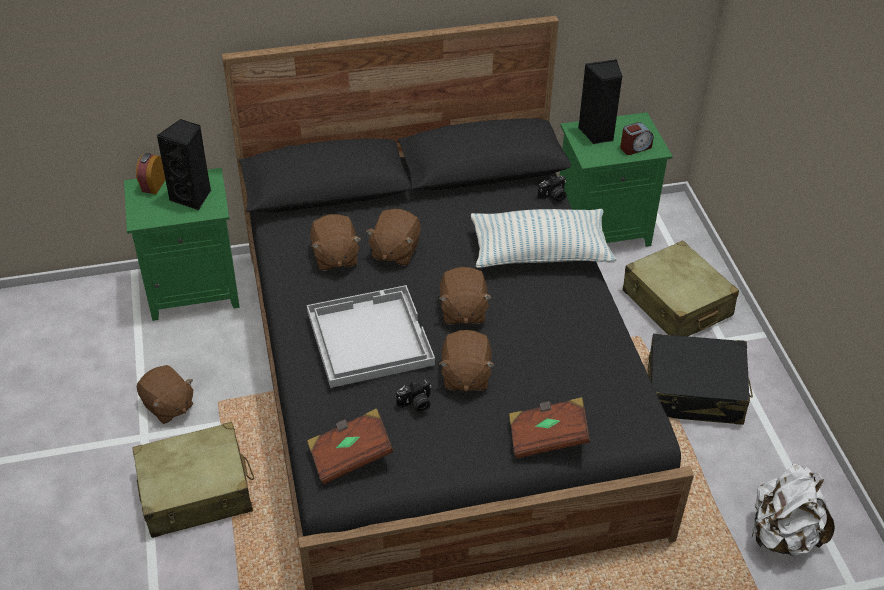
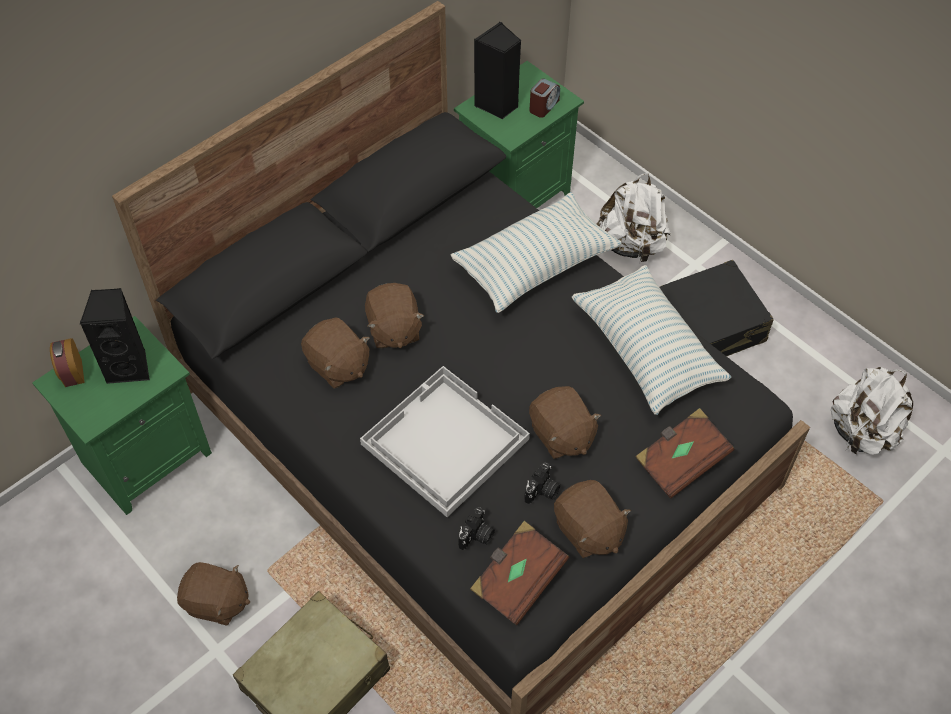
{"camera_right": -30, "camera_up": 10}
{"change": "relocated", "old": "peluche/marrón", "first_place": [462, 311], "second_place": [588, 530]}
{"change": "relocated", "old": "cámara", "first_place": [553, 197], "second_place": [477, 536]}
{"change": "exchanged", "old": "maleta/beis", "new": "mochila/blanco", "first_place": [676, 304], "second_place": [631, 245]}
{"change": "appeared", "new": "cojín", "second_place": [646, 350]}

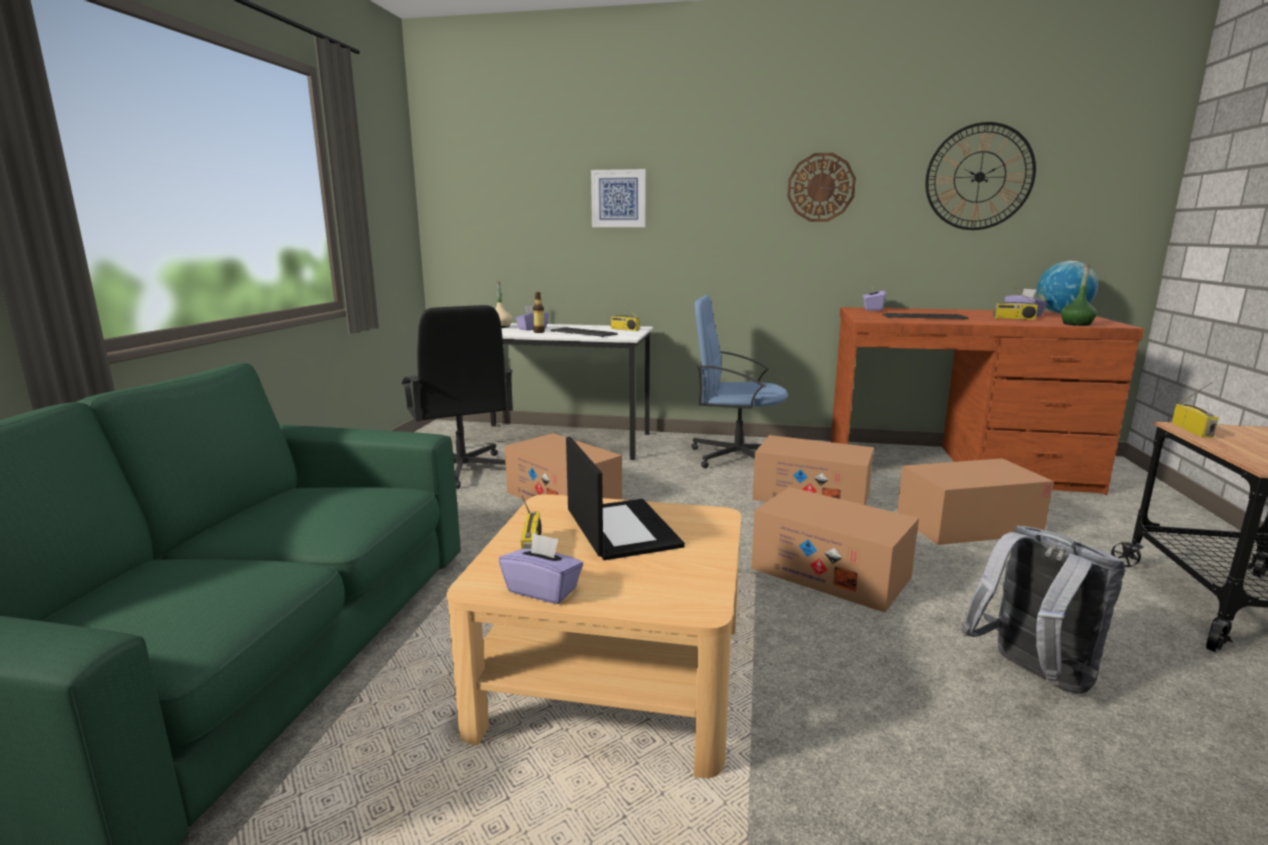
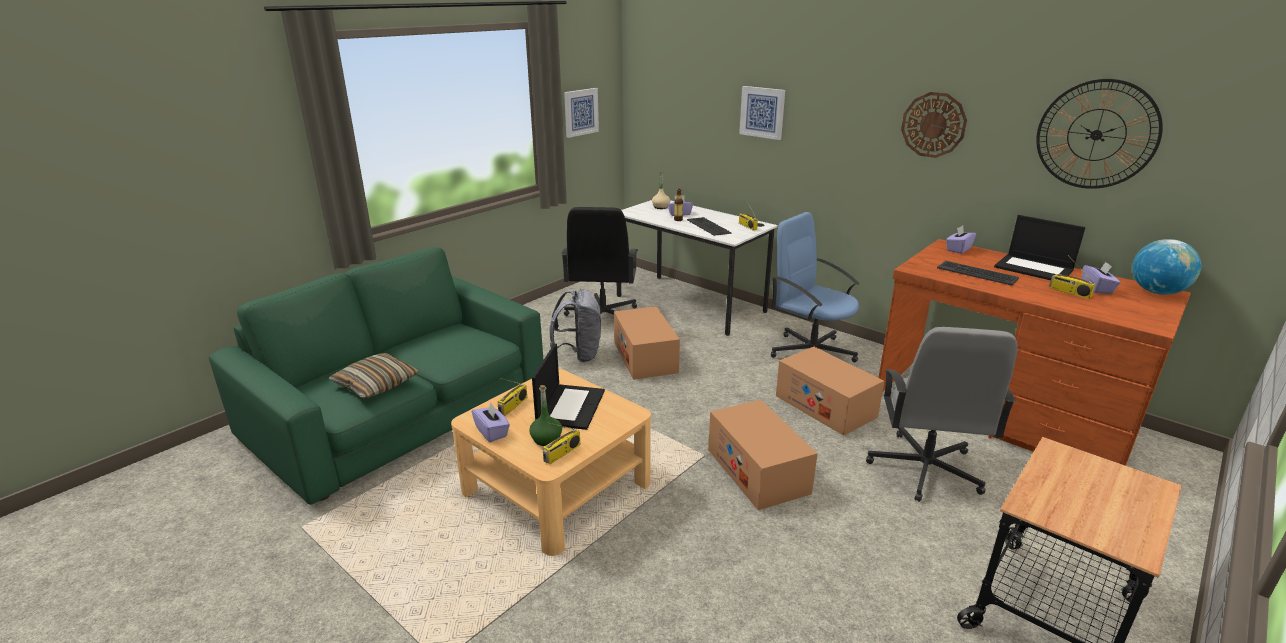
{"camera_right": 30, "camera_up": 10}
{"change": "exchanged", "old": "caja de cartón", "new": "silla de oficina/gris", "first_place": [968, 525], "second_place": [924, 469]}
{"change": "relocated", "old": "mochila/gris", "first_place": [1031, 676], "second_place": [579, 354]}
{"change": "relocated", "old": "botella/verde", "first_place": [1076, 324], "second_place": [546, 439]}
{"change": "relocated", "old": "radio", "first_place": [1193, 430], "second_place": [562, 453]}
{"change": "appeared", "new": "cojín", "second_place": [376, 384]}
{"change": "appeared", "new": "cuadro", "second_place": [581, 112]}
{"change": "appeared", "new": "portátil", "second_place": [1034, 268]}

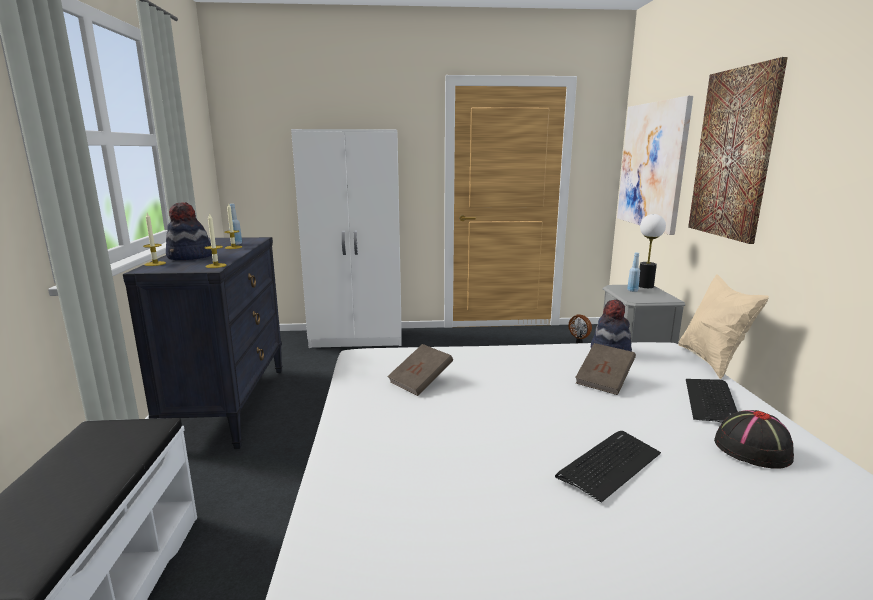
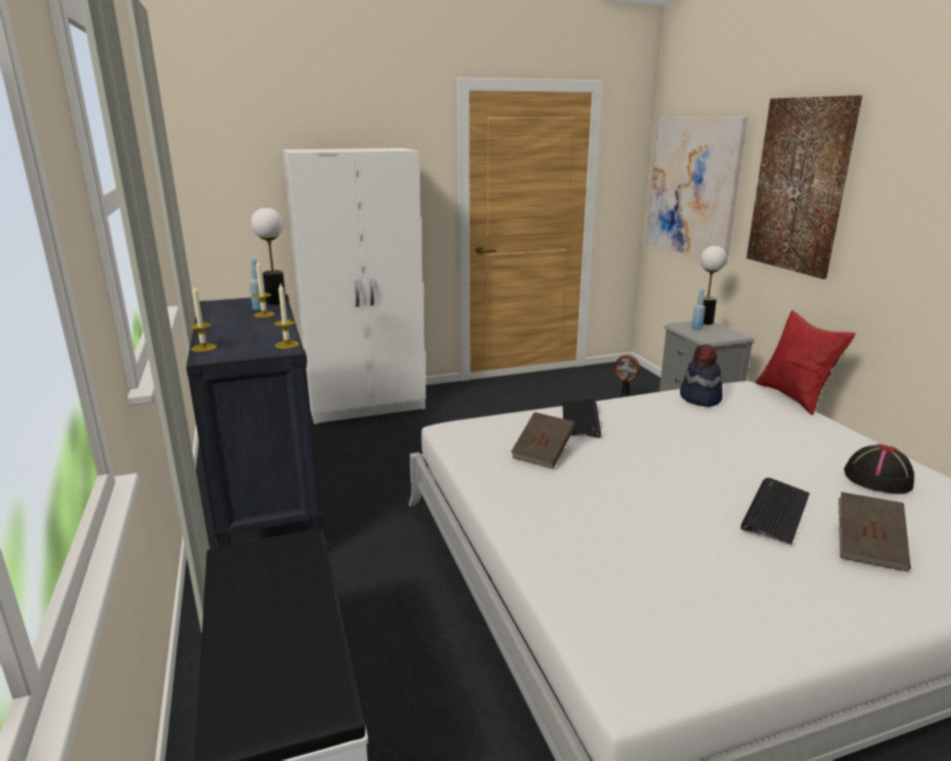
{"camera_right": -15, "camera_up": 5}
{"change": "missing", "old": "sombrero", "first_place": [190, 257]}
{"change": "relocated", "old": "libro/marrón", "first_place": [604, 381], "second_place": [868, 547]}
{"change": "colour", "old": "cojín/beis", "new": "cojín/rojo", "first_place": [712, 361], "second_place": [794, 397]}
{"change": "relocated", "old": "teclado", "first_place": [711, 402], "second_place": [581, 419]}
{"change": "appeared", "new": "lámpara de mesa", "second_place": [276, 302]}

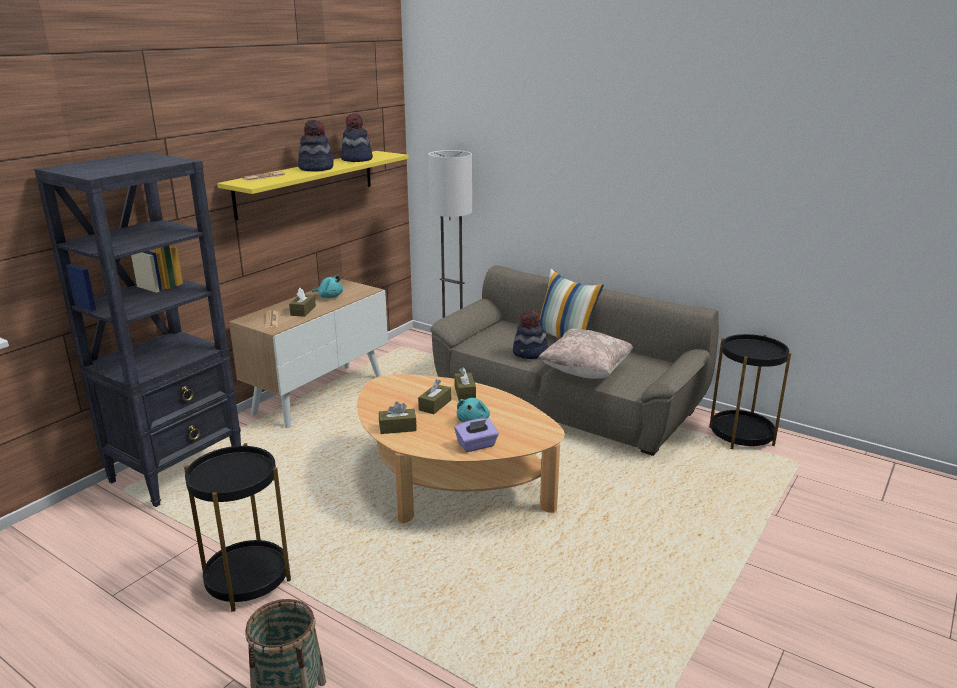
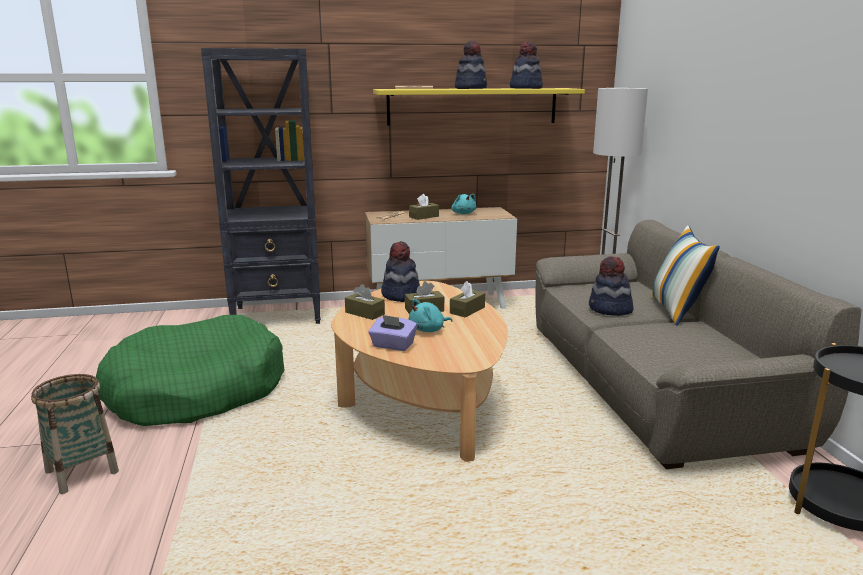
{"camera_right": 45, "camera_up": -5}
{"change": "exchanged", "old": "mesa auxiliar/negro", "new": "cama para perro/verde", "first_place": [247, 580], "second_place": [196, 390]}
{"change": "missing", "old": "cojín/beis", "first_place": [585, 371]}
{"change": "appeared", "new": "sombrero", "second_place": [400, 295]}

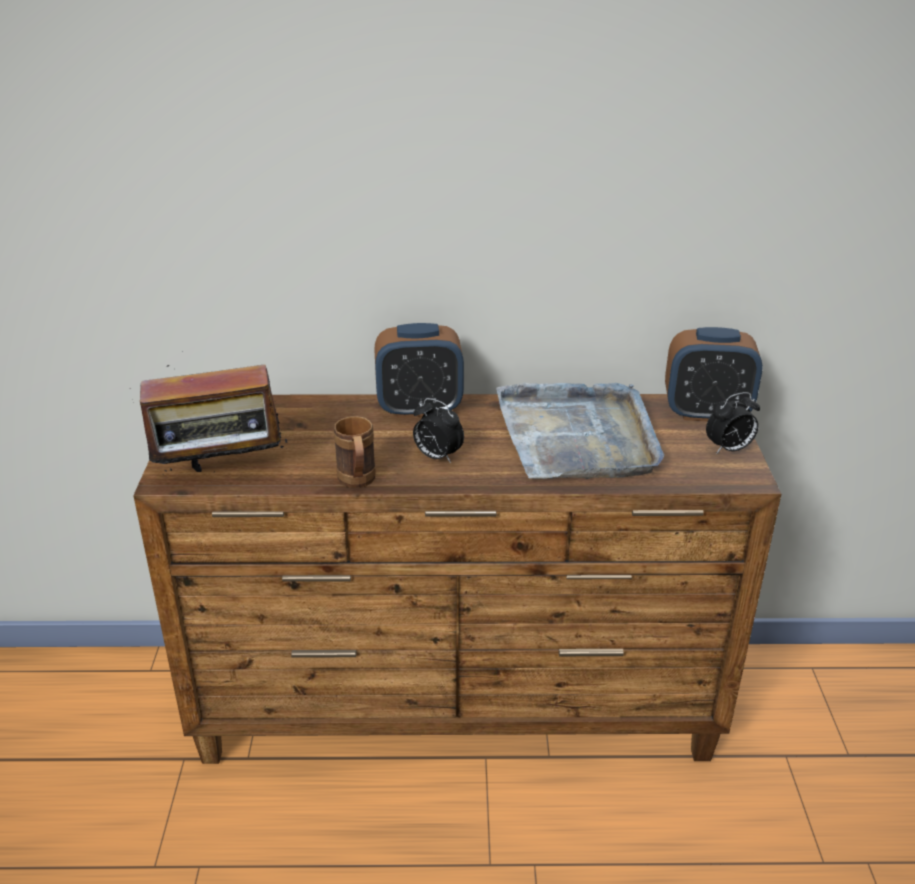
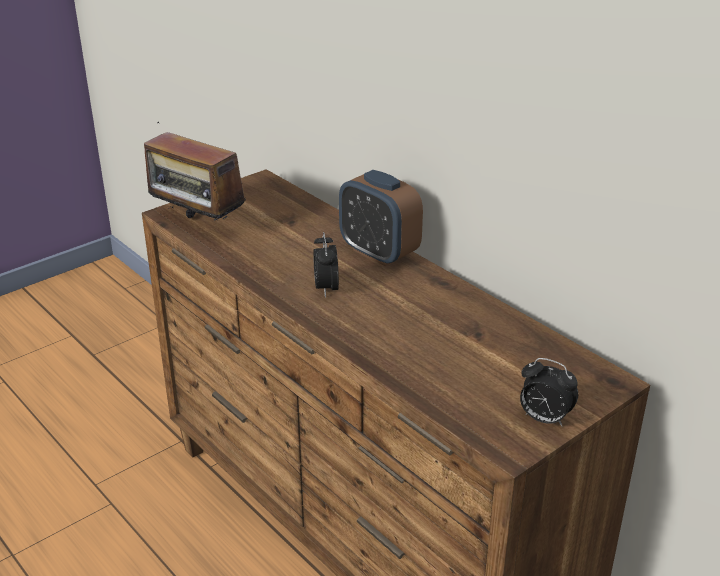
{"camera_right": 50, "camera_up": 0}
{"change": "missing", "old": "taza grande/marrón", "first_place": [357, 483]}
{"change": "missing", "old": "bandeja/gris", "first_place": [578, 436]}
{"change": "missing", "old": "despertador", "first_place": [706, 413]}

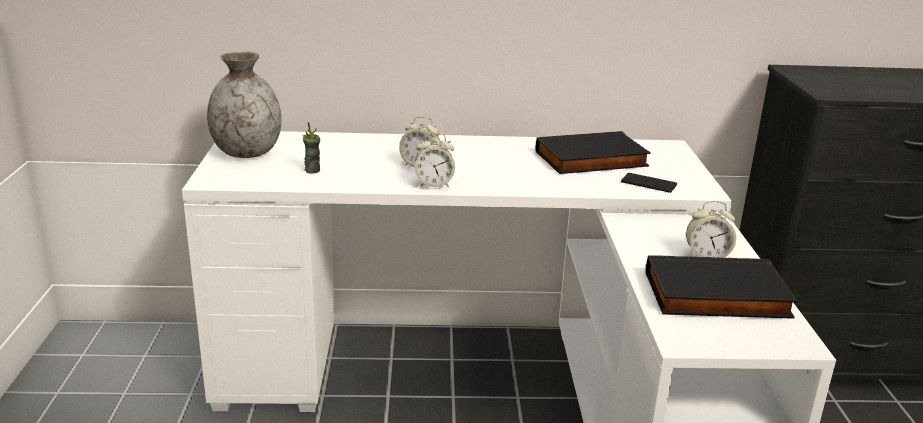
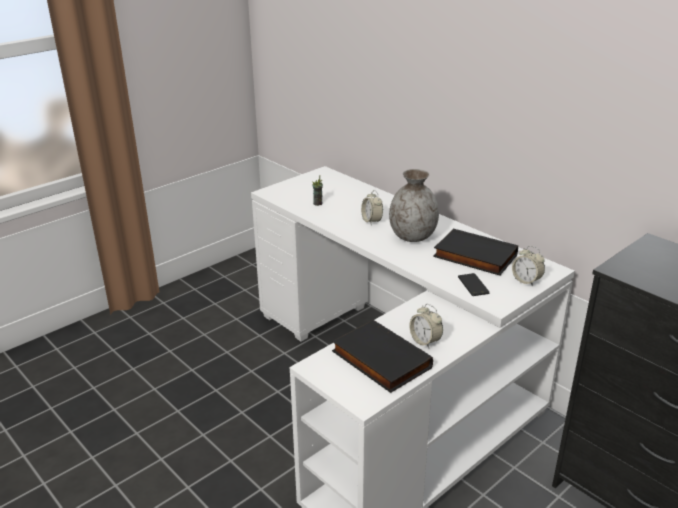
{"camera_right": 50, "camera_up": 5}
{"change": "relocated", "old": "florero/gris", "first_place": [246, 152], "second_place": [412, 236]}
{"change": "relocated", "old": "despertador", "first_place": [434, 184], "second_place": [526, 281]}

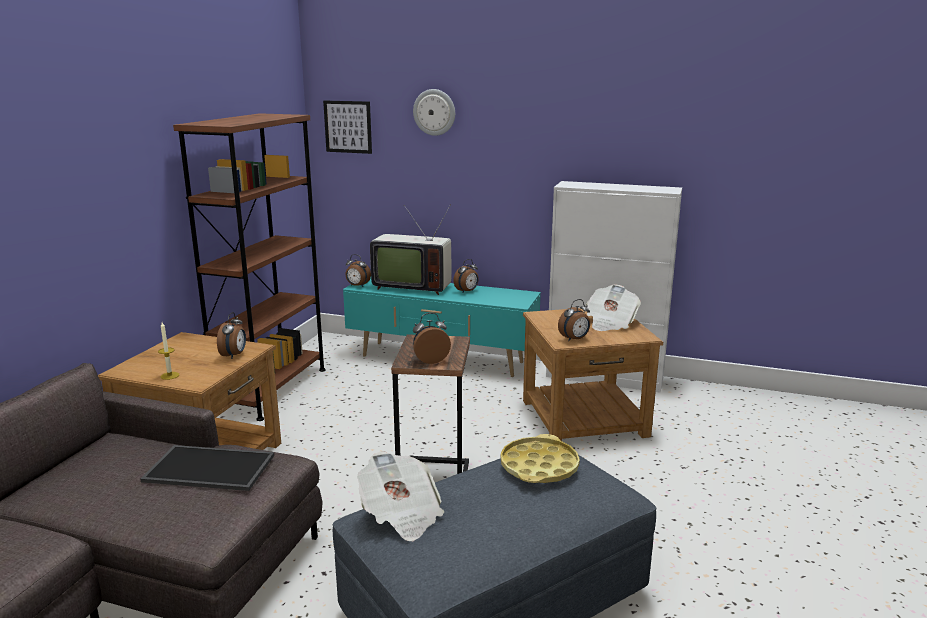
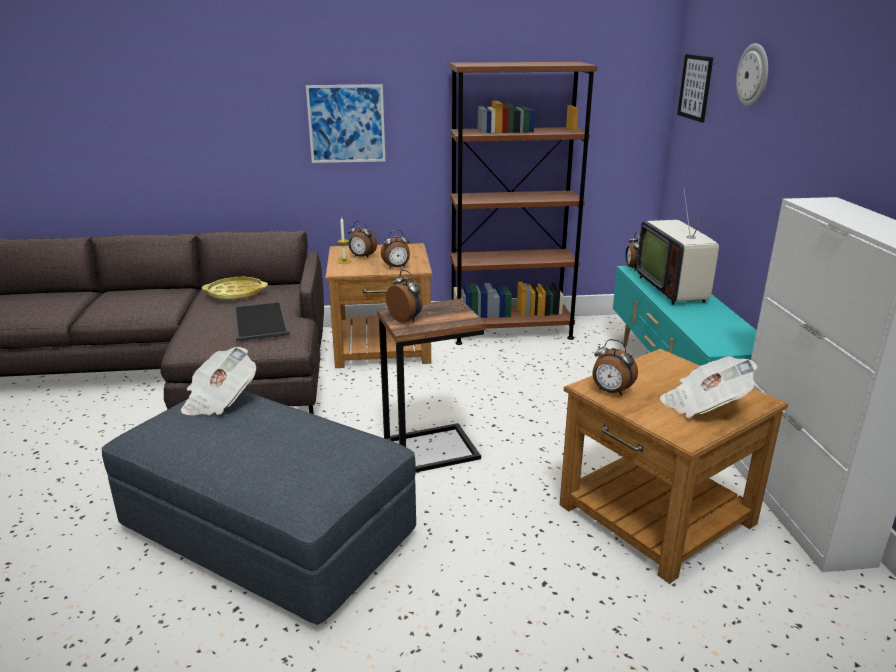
{"camera_right": 65, "camera_up": 5}
{"change": "relocated", "old": "despertador", "first_place": [467, 291], "second_place": [362, 257]}
{"change": "relocated", "old": "bandeja/amarillo", "first_place": [539, 466], "second_place": [235, 293]}
{"change": "appeared", "new": "cuadro", "second_place": [346, 124]}

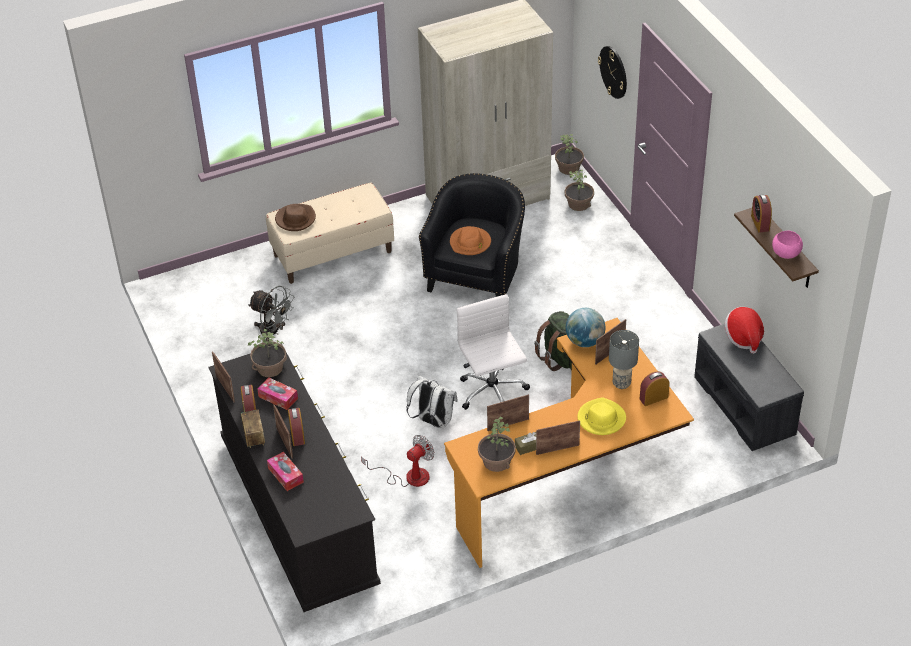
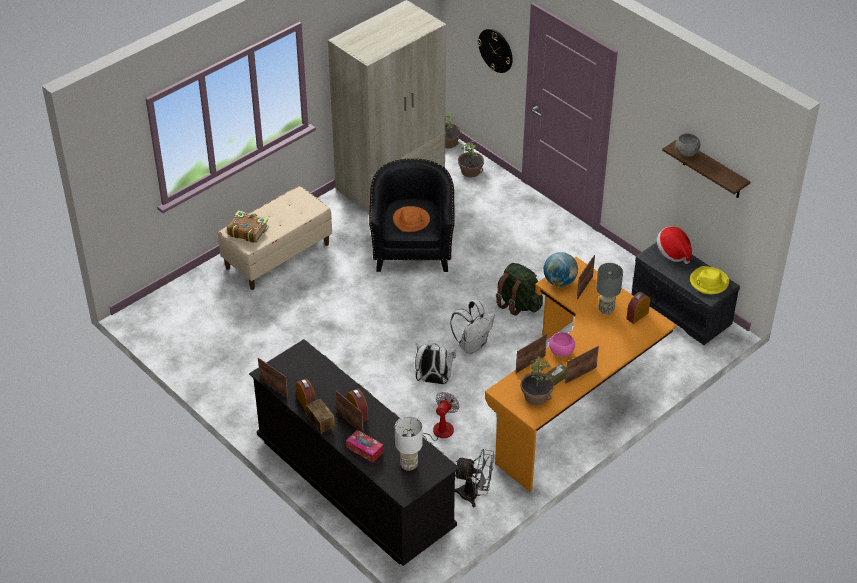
{"camera_right": -20, "camera_up": 0}
{"change": "relocated", "old": "ventilador/gris", "first_place": [273, 332], "second_place": [474, 494]}
{"change": "missing", "old": "planta en maceta", "first_place": [270, 368]}
{"change": "missing", "old": "caja de pañuelos", "first_place": [278, 397]}
{"change": "exchanged", "old": "sombrero/marrón", "new": "libro", "first_place": [295, 219], "second_place": [247, 231]}
{"change": "exchanged", "old": "silla de oficina/blanco", "new": "mochila/blanco", "first_place": [492, 392], "second_place": [472, 345]}
{"change": "relocated", "old": "sombrero/amarillo", "first_place": [601, 419], "second_place": [708, 282]}
{"change": "exchanged", "old": "despertador", "new": "cuenco/gris", "first_place": [760, 223], "second_place": [686, 152]}
{"change": "relocated", "old": "cuenco/rosa", "first_place": [786, 253], "second_place": [561, 351]}
{"change": "appeared", "new": "lámpara de mesa/blanco", "second_place": [408, 465]}

